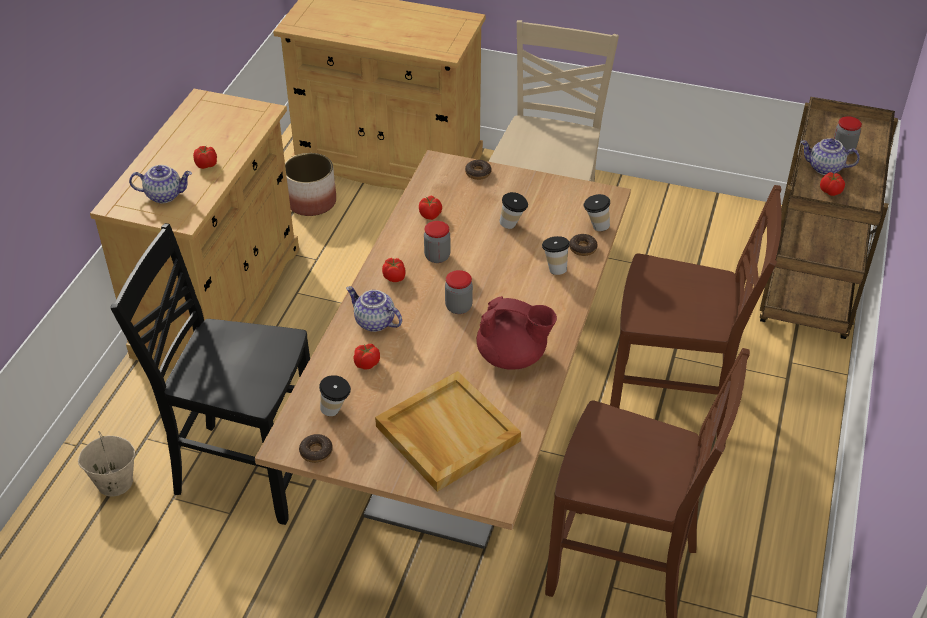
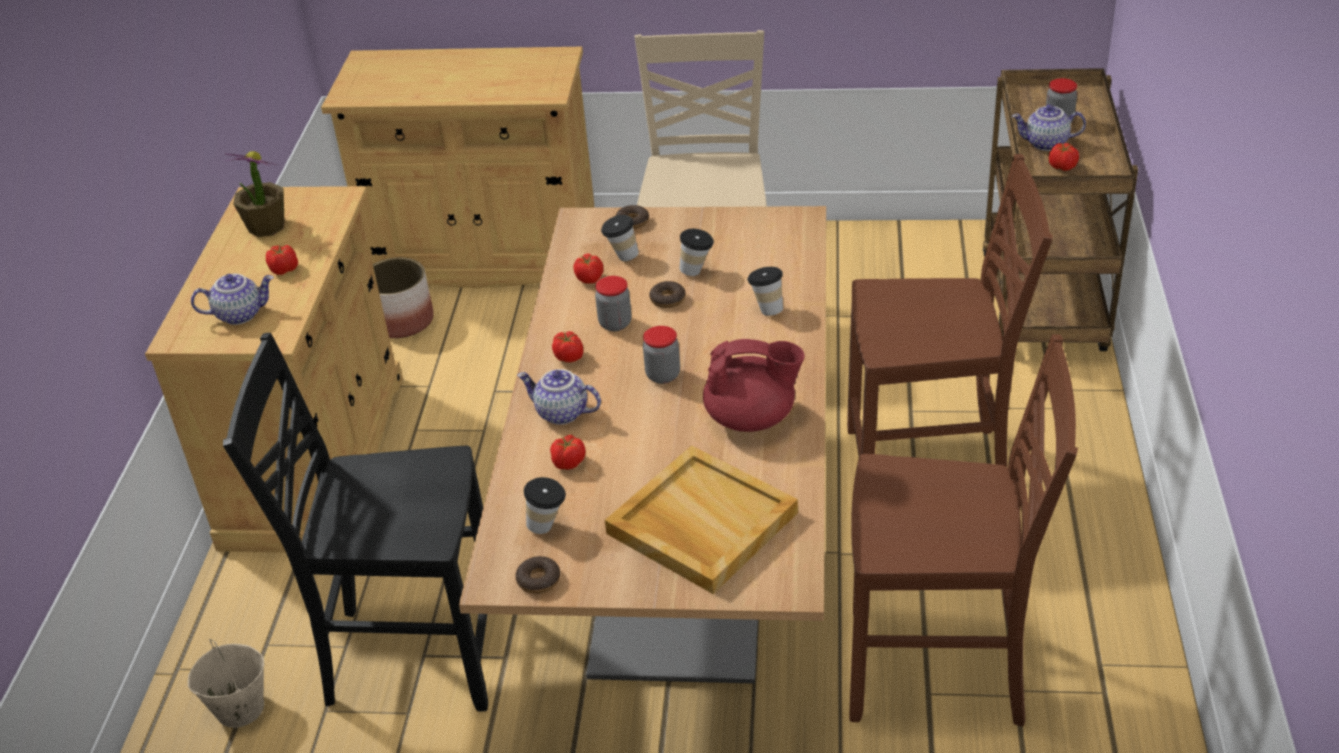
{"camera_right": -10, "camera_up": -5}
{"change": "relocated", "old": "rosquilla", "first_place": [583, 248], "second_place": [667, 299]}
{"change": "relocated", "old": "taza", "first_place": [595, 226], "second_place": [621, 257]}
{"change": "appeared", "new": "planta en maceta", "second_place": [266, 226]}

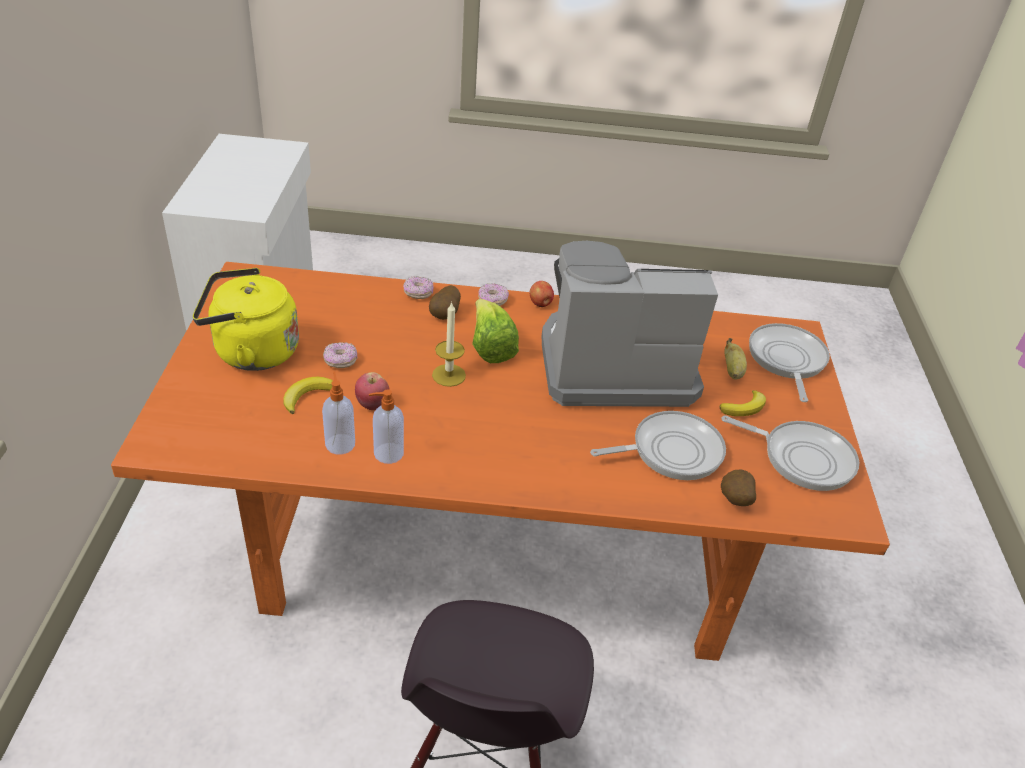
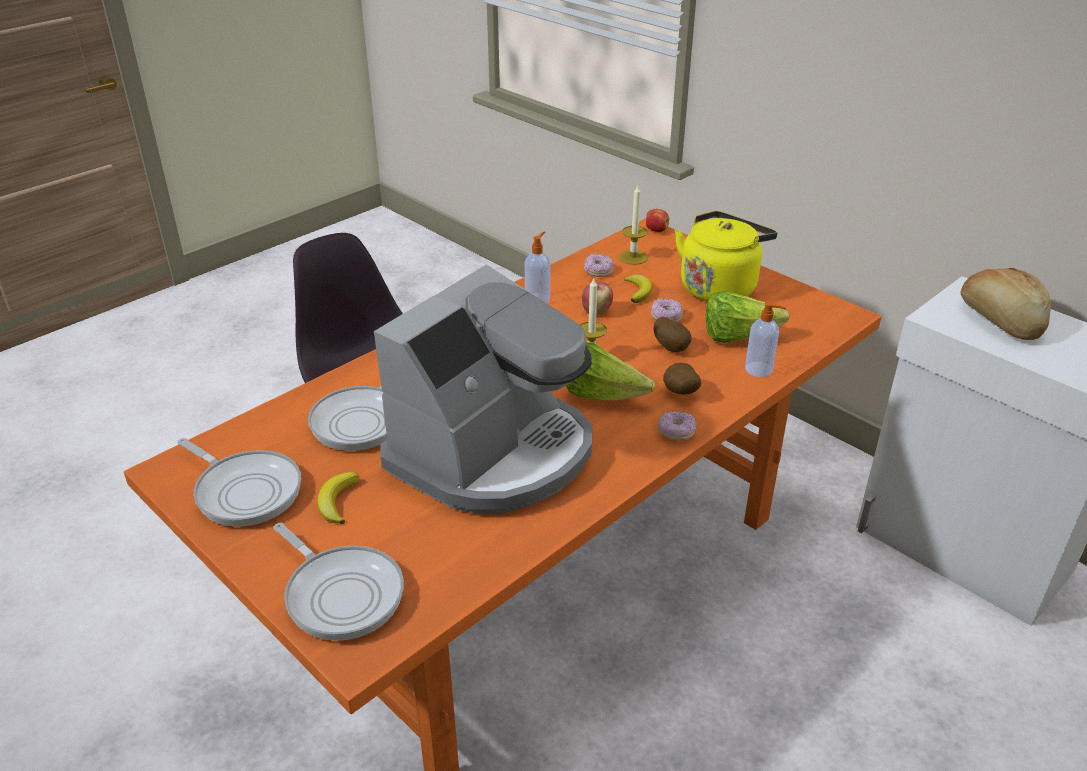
{"camera_right": 135, "camera_up": -5}
{"change": "relocated", "old": "dispensador de jabón", "first_place": [340, 443], "second_place": [760, 370]}
{"change": "relocated", "old": "rosquilla", "first_place": [418, 293], "second_place": [598, 271]}
{"change": "relocated", "old": "manzana", "first_place": [540, 304], "second_place": [656, 230]}
{"change": "spun", "old": "sartén", "first_place": [802, 458], "second_place": [245, 490], "degrees": -120}
{"change": "relocated", "old": "patata", "first_place": [734, 500], "second_place": [672, 348]}
{"change": "missing", "old": "plátano", "first_place": [732, 371]}
{"change": "appeared", "new": "vela", "second_place": [633, 257]}
{"change": "appeared", "new": "lechuga", "second_place": [737, 337]}
{"change": "appeared", "new": "pan", "second_place": [1000, 320]}

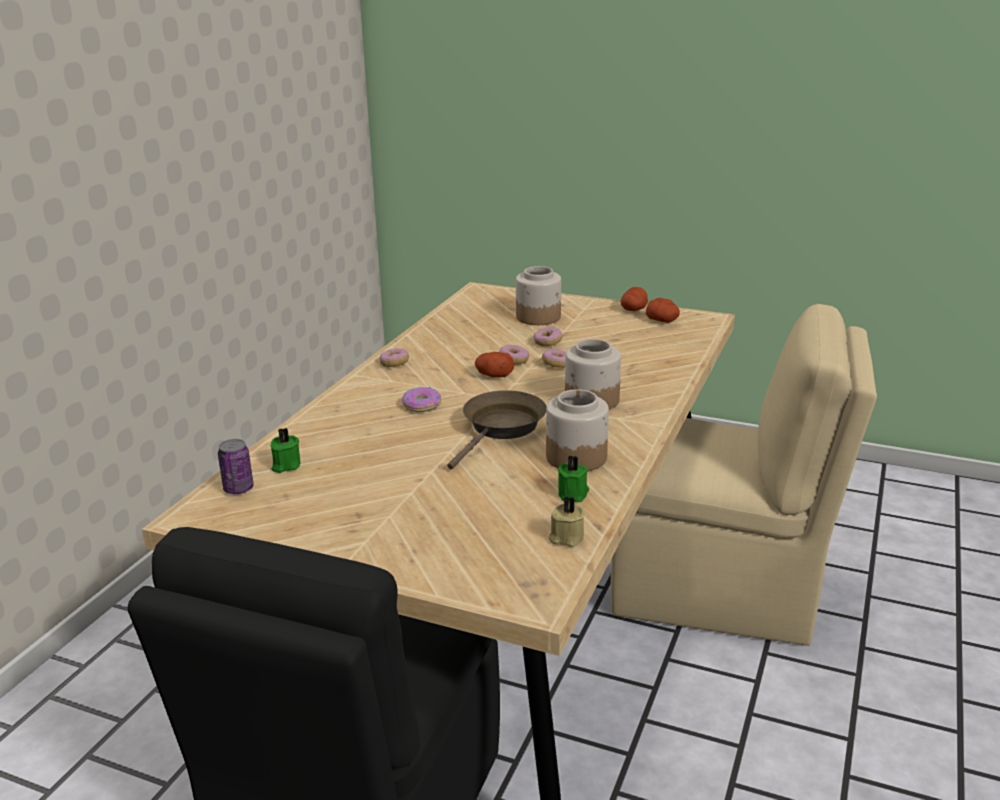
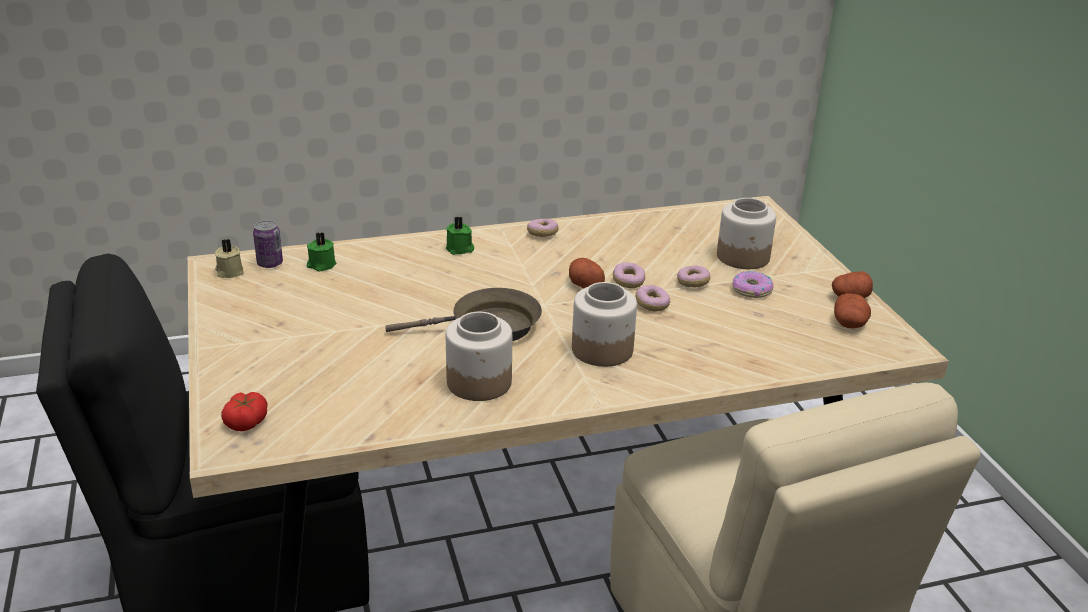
{"camera_right": 50, "camera_up": 5}
{"change": "relocated", "old": "rosquilla", "first_place": [422, 405], "second_place": [751, 290]}
{"change": "relocated", "old": "vela/beis", "first_place": [566, 537], "second_place": [229, 272]}
{"change": "relocated", "old": "vela/verde", "first_place": [574, 494], "second_place": [460, 249]}
{"change": "appeared", "new": "tomate", "second_place": [246, 421]}

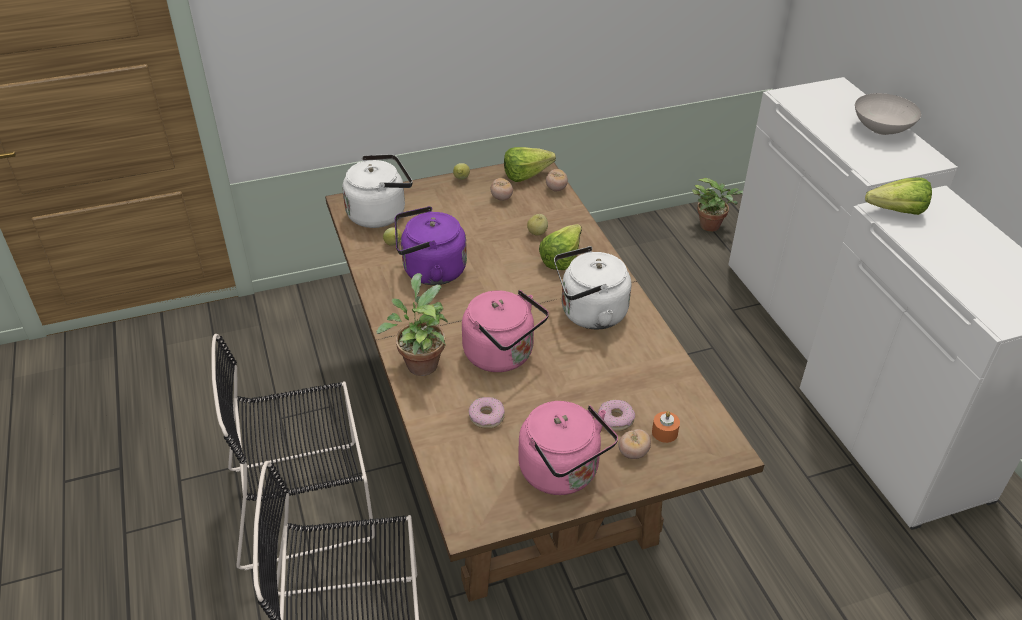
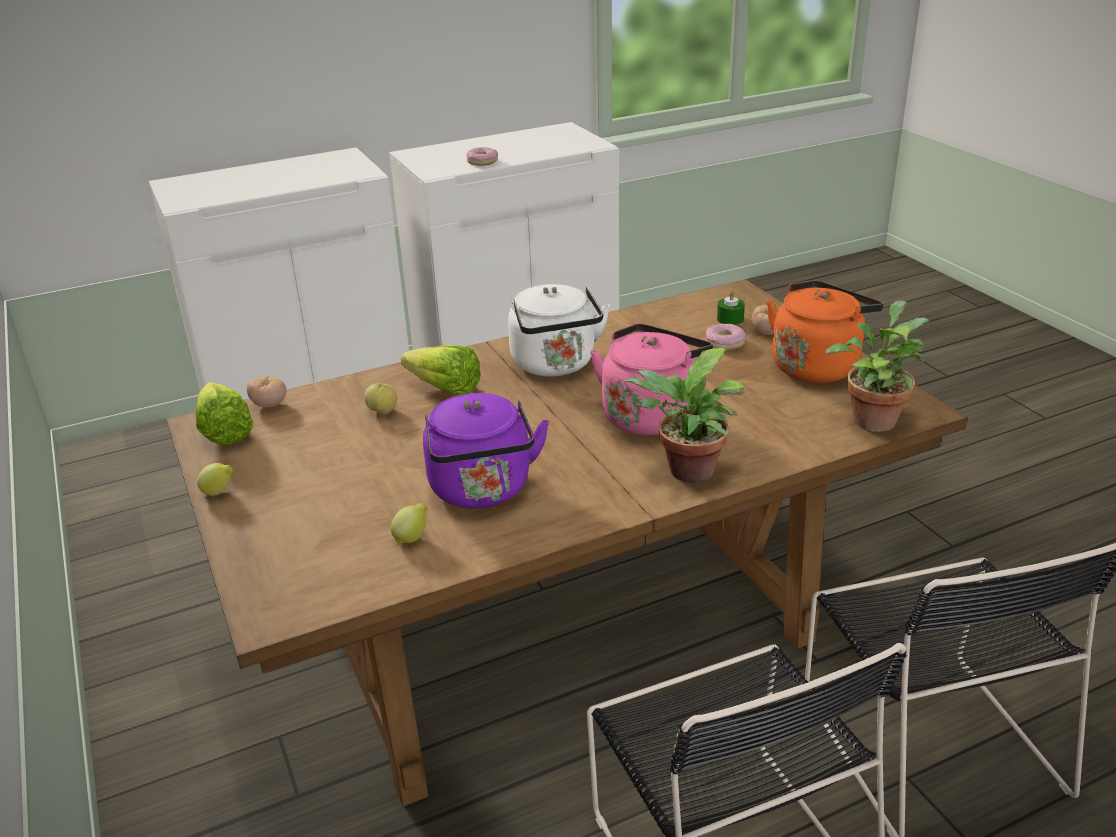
{"camera_right": -95, "camera_up": -10}
{"change": "missing", "old": "hervidor/blanco", "first_place": [380, 213]}
{"change": "relocated", "old": "rosquilla", "first_place": [487, 417], "second_place": [482, 162]}
{"change": "missing", "old": "tomate", "first_place": [501, 198]}
{"change": "colour", "old": "hervidor/rosa", "new": "hervidor/naranja", "first_place": [563, 473], "second_place": [817, 365]}
{"change": "colour", "old": "vela/naranja", "new": "vela/verde", "first_place": [664, 432], "second_place": [730, 319]}
{"change": "relocated", "old": "planta en maceta", "first_place": [712, 226], "second_place": [873, 418]}
{"change": "missing", "old": "cuenco/blanco", "first_place": [882, 130]}
{"change": "missing", "old": "lechuga", "first_place": [891, 211]}

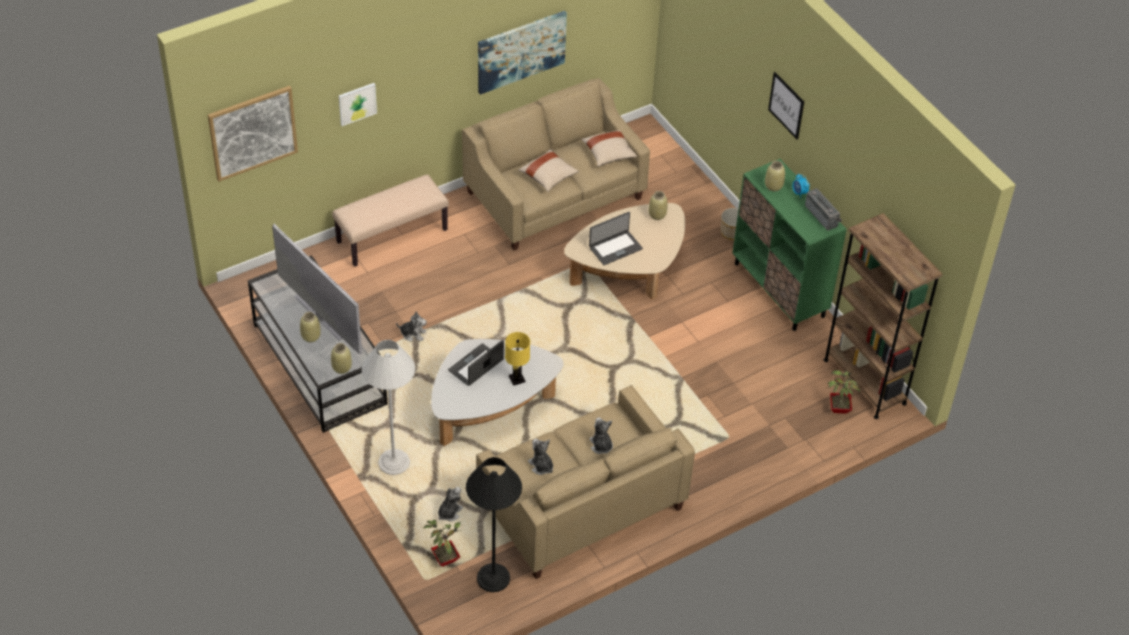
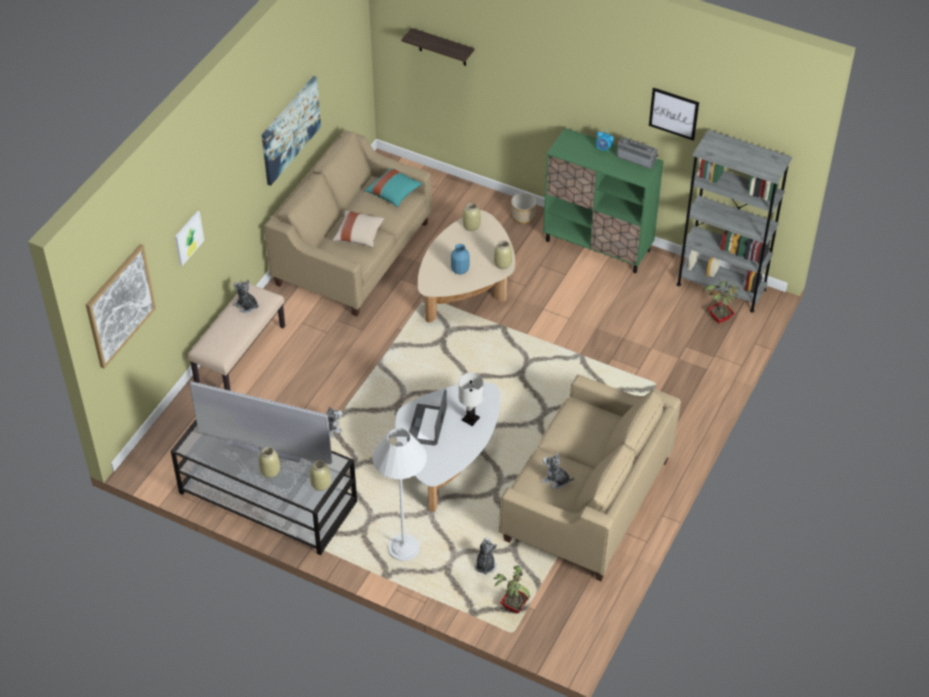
{"camera_right": -30, "camera_up": 0}
{"change": "missing", "old": "lámpara de pie/negro", "first_place": [493, 578]}
{"change": "colour", "old": "lámpara de mesa/amarillo", "new": "lámpara de mesa/blanco", "first_place": [517, 379], "second_place": [471, 419]}
{"change": "colour", "old": "cojín/beis", "new": "cojín/turquesa", "first_place": [609, 154], "second_place": [394, 193]}
{"change": "exchanged", "old": "portátil", "new": "florero/azul", "first_place": [615, 248], "second_place": [460, 269]}
{"change": "relocated", "old": "peluche", "first_place": [601, 445], "second_place": [246, 306]}
{"change": "relocated", "old": "florero/beis", "first_place": [773, 186], "second_place": [502, 264]}
{"change": "relocated", "old": "cuadro", "first_place": [786, 105], "second_place": [673, 113]}
{"change": "colour", "old": "estantería/marrón", "new": "estantería/gris", "first_place": [864, 381], "second_place": [721, 287]}
{"change": "appeared", "new": "estante", "second_place": [442, 47]}

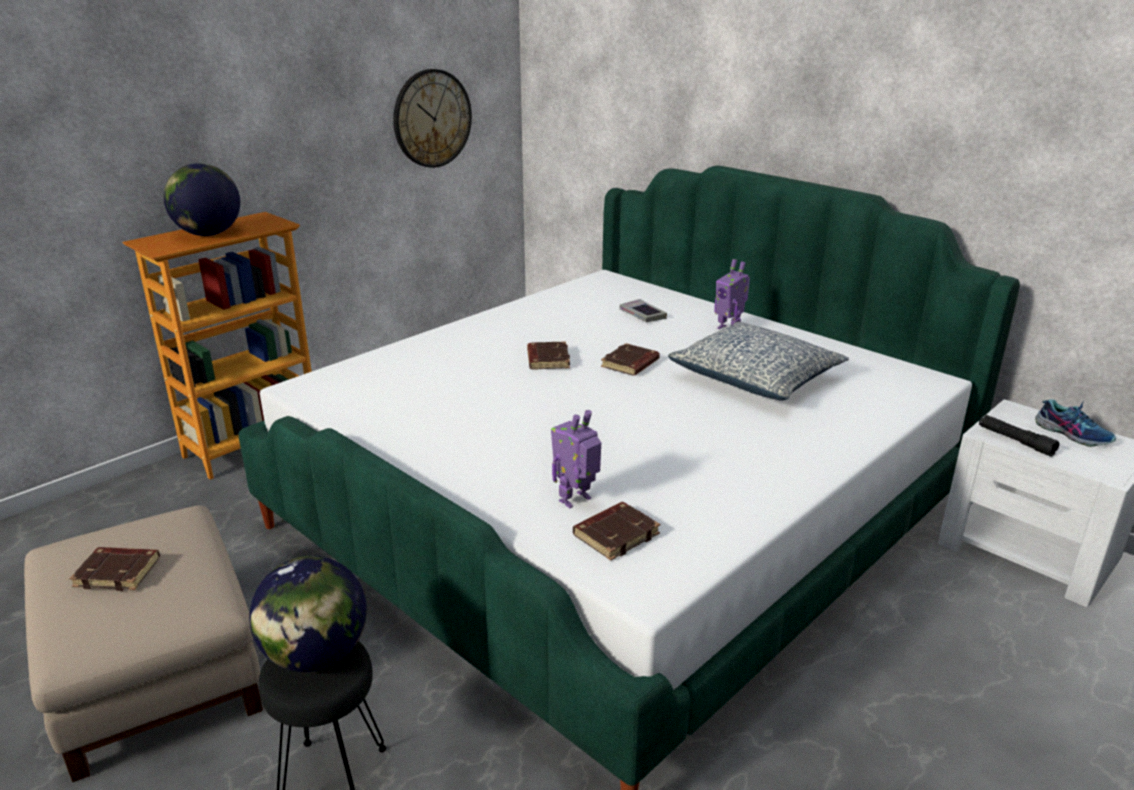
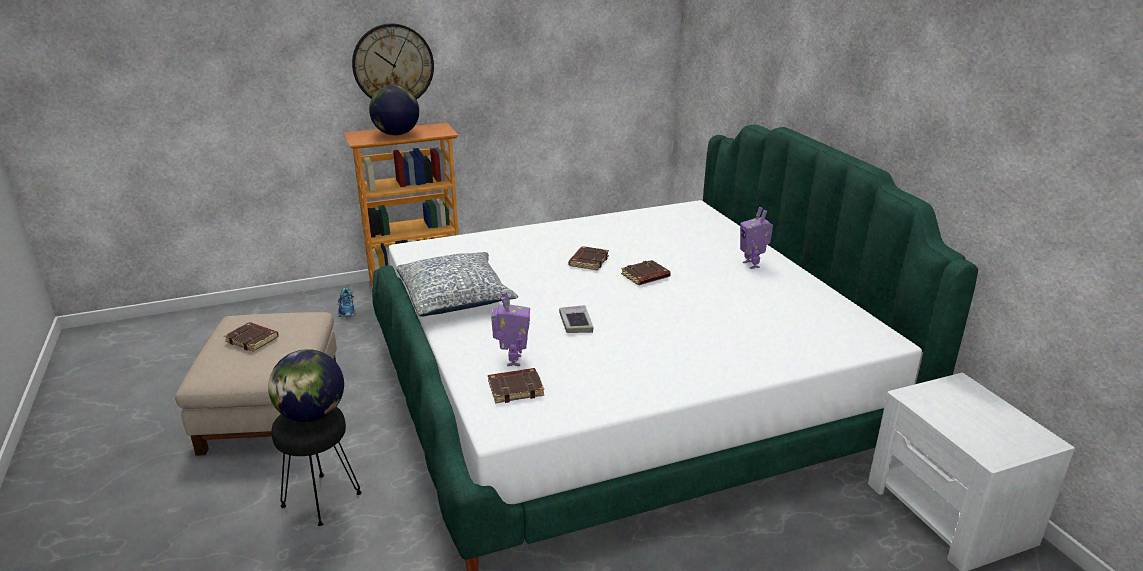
{"camera_right": 25, "camera_up": 0}
{"change": "relocated", "old": "reloj de pared", "first_place": [432, 118], "second_place": [393, 65]}
{"change": "spun", "old": "robot de juguete", "first_place": [576, 500], "second_place": [512, 360], "degrees": 105}
{"change": "relocated", "old": "libro", "first_place": [642, 315], "second_place": [575, 323]}
{"change": "relocated", "old": "cojín", "first_place": [756, 378], "second_place": [456, 298]}
{"change": "missing", "old": "linterna/negro", "first_place": [1015, 441]}
{"change": "relocated", "old": "zapato", "first_place": [1072, 434], "second_place": [347, 309]}

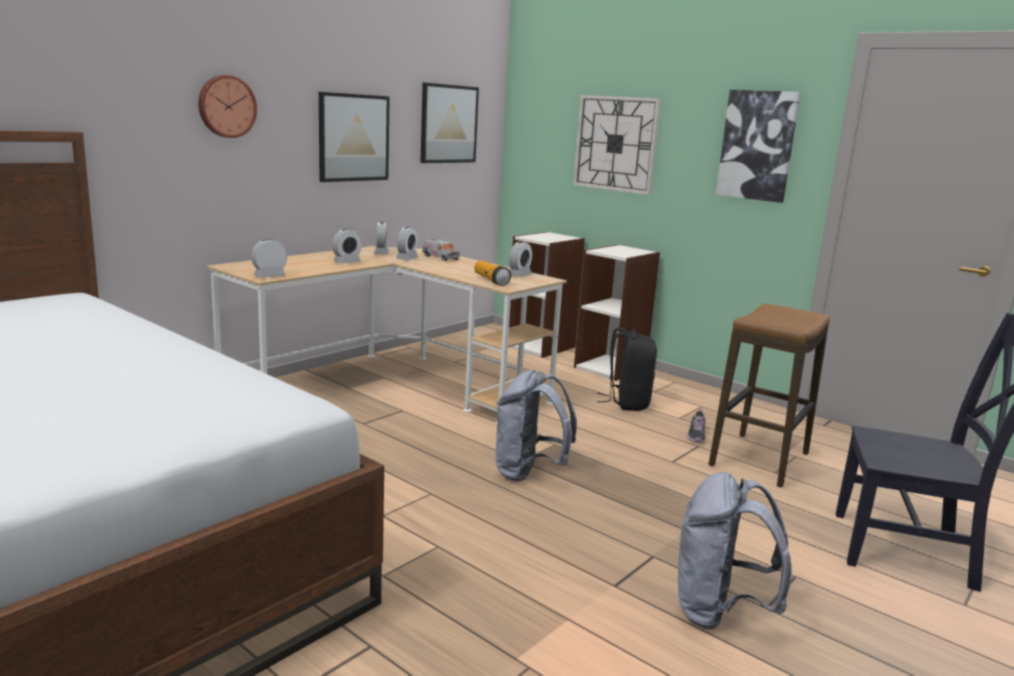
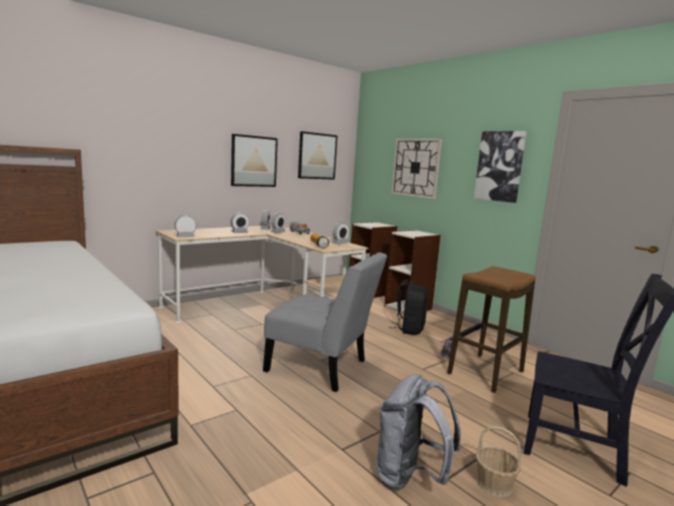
{"camera_right": 10, "camera_up": -5}
{"change": "missing", "old": "reloj de pared", "first_place": [226, 106]}
{"change": "exchanged", "old": "mochila/gris", "new": "silla/gris", "first_place": [529, 473], "second_place": [321, 368]}
{"change": "appeared", "new": "cesta", "second_place": [494, 484]}

